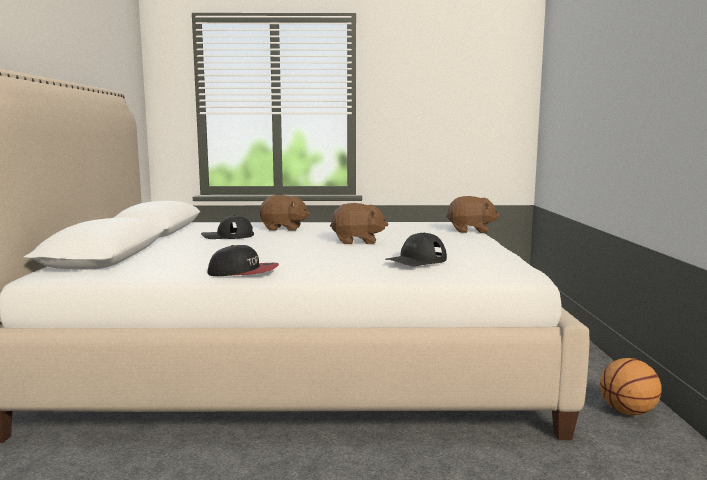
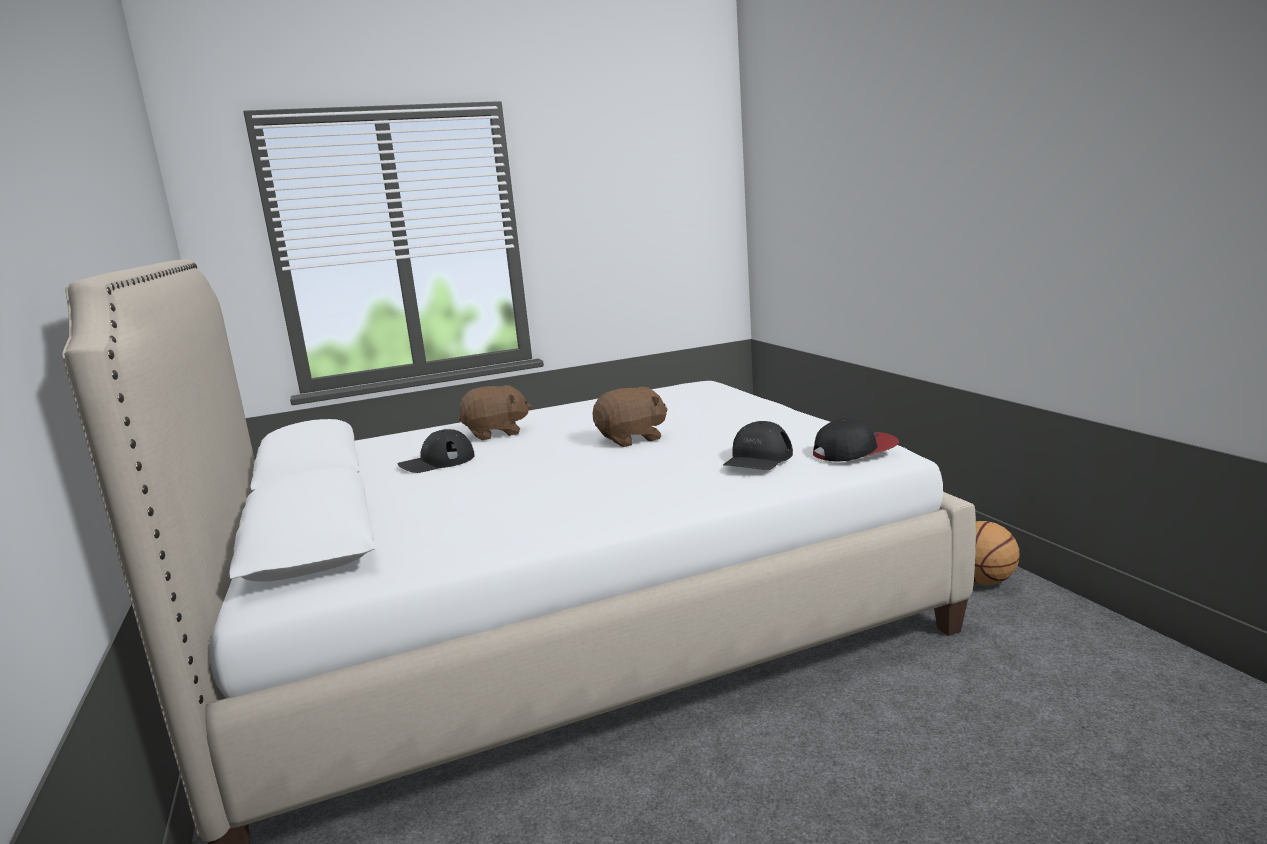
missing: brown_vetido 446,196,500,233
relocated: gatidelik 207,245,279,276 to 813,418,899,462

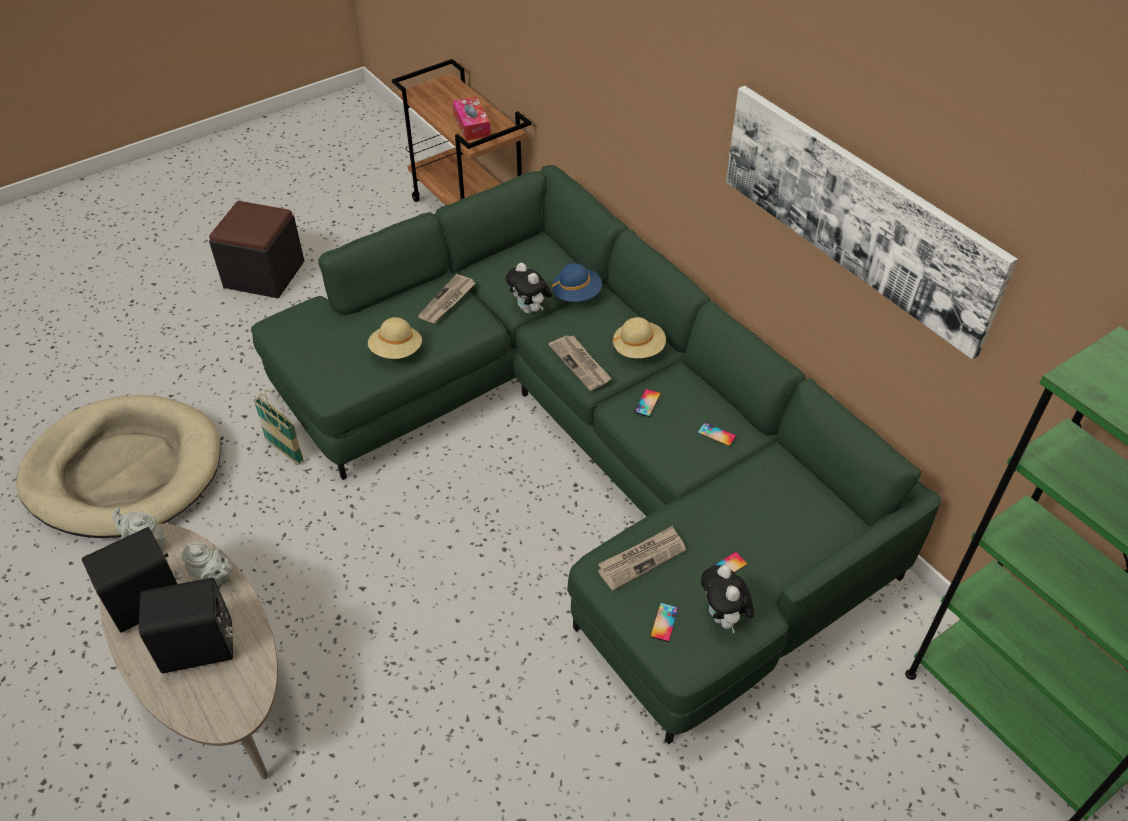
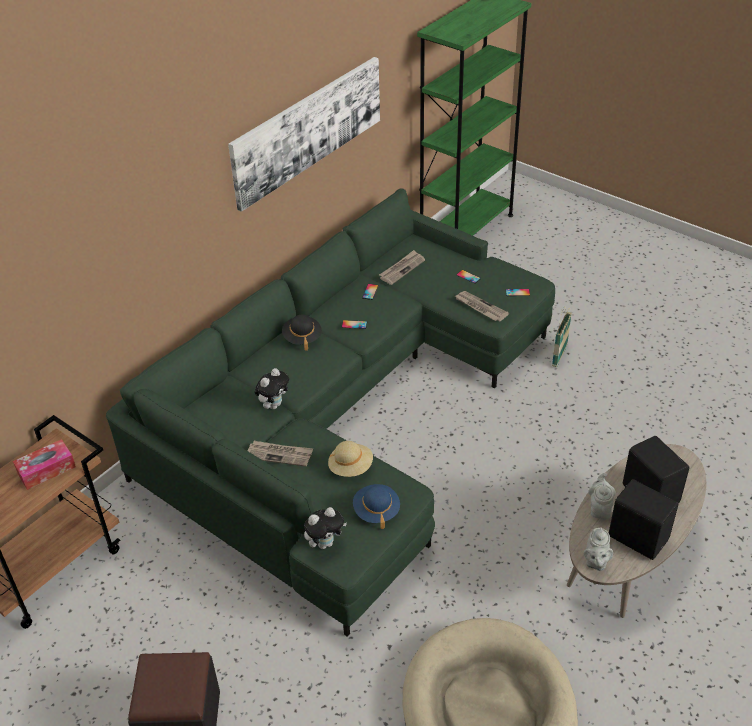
relocated: vetido 701,565,754,633 to 304,507,347,549; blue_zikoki 552,263,602,302 to 353,484,400,529; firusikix 549,335,612,391 to 379,250,425,285; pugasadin 253,390,304,465 to 552,307,572,367
colour: beige_zikoki 612,317,666,358 to black_zikoki 282,315,322,351

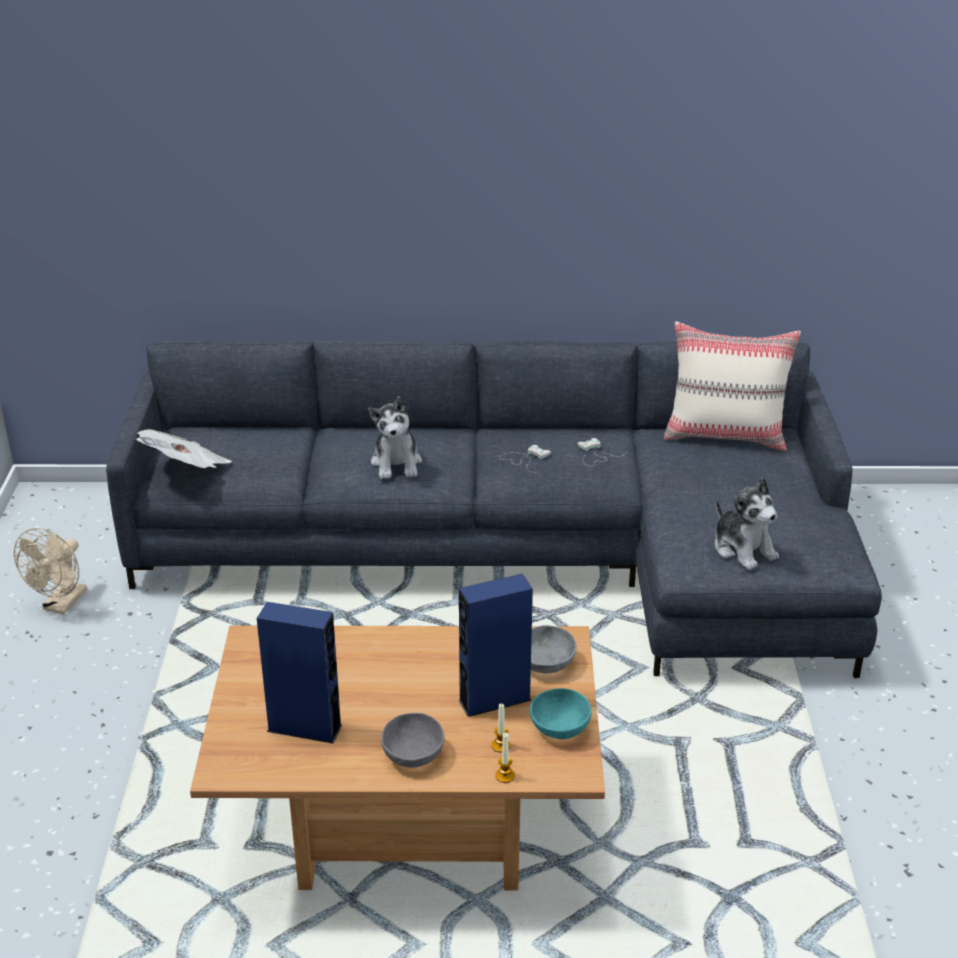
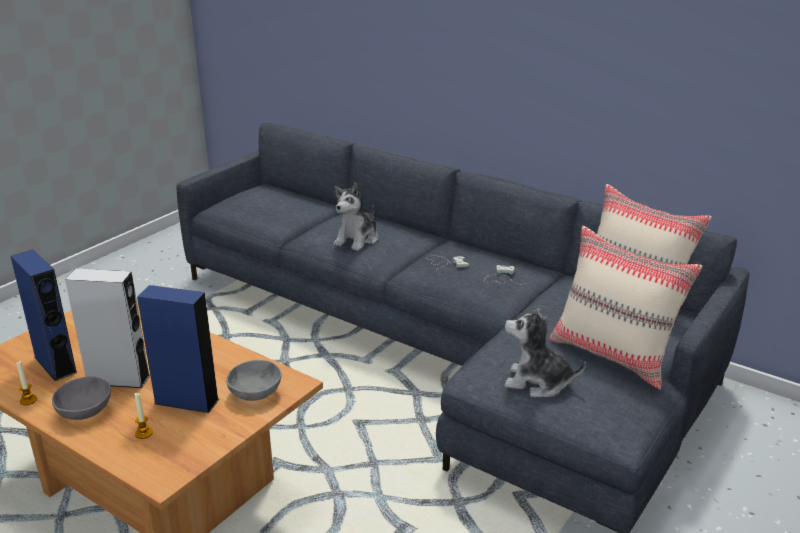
missing: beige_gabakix 14,528,87,614; firusikix 136,429,232,468; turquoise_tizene 530,688,592,739
appeared: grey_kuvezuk 65,269,150,388; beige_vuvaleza 549,226,703,389
relocated: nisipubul 495,733,515,783 to 17,361,37,405
spun: vetido 715,478,779,570 = 504,305,586,398 105 degrees clockwise

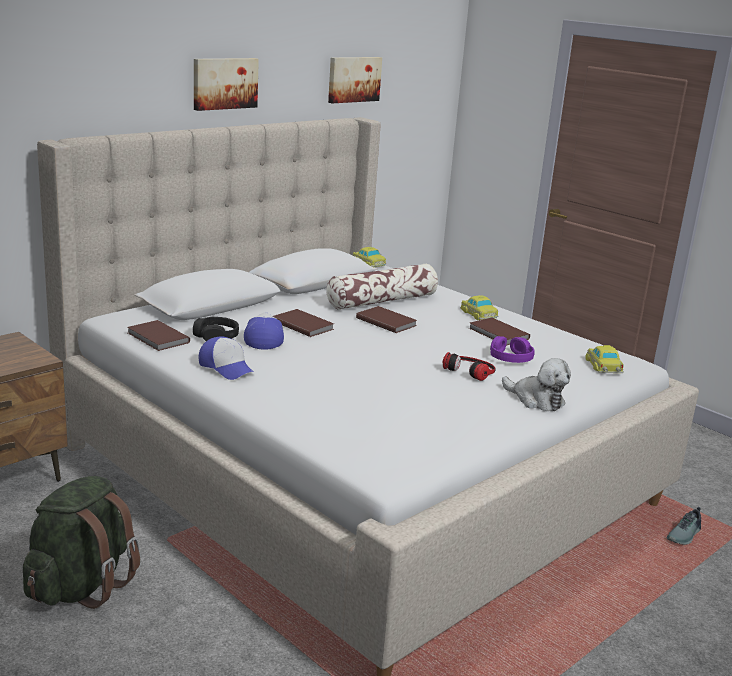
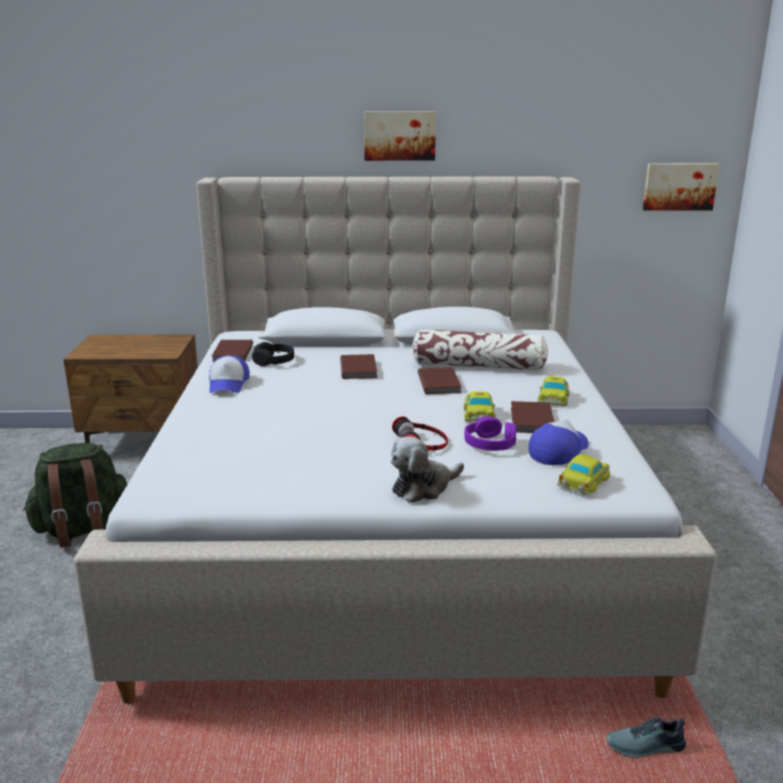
relocated: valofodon 353,247,386,267 to 464,391,496,422; gatidelik 244,312,284,350 to 529,420,589,465; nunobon 328,57,382,103 to 643,163,719,211
spun: vetido 502,358,571,411 = 391,437,464,503 60 degrees clockwise

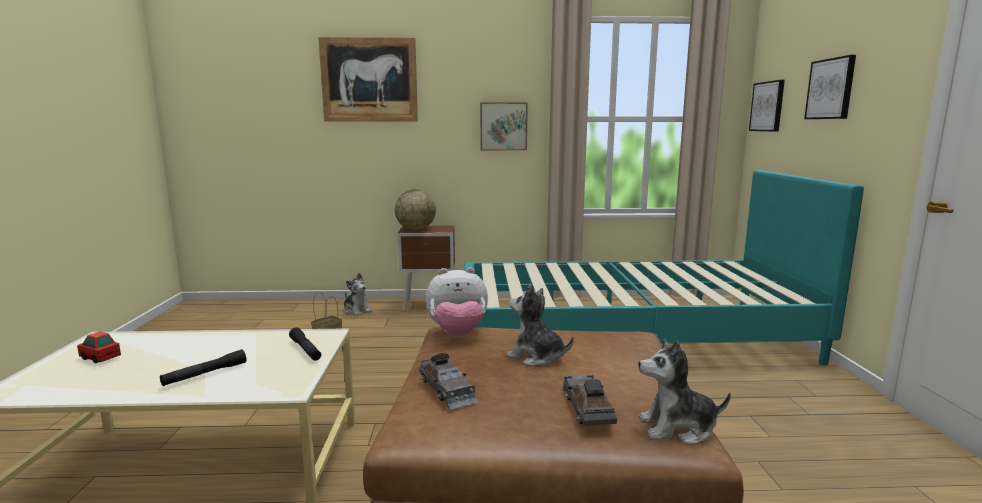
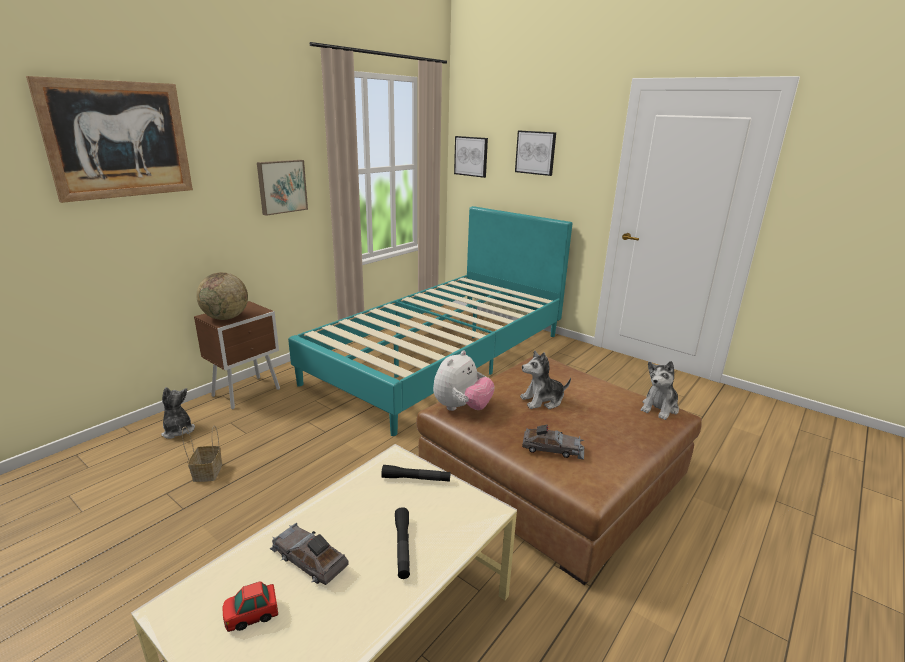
relocated: grey_valofodon 563,375,617,426 to 270,523,349,585
spun: vetido 344,273,372,316 = 161,387,195,439 120 degrees counterclockwise

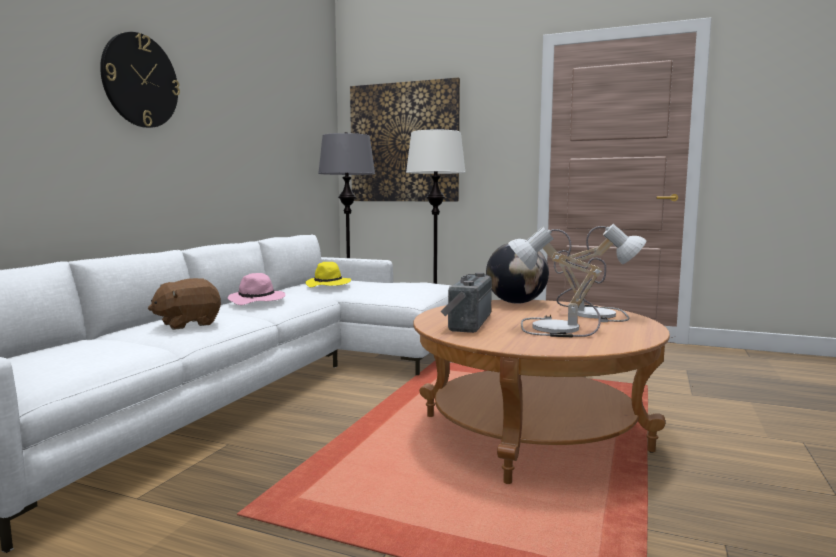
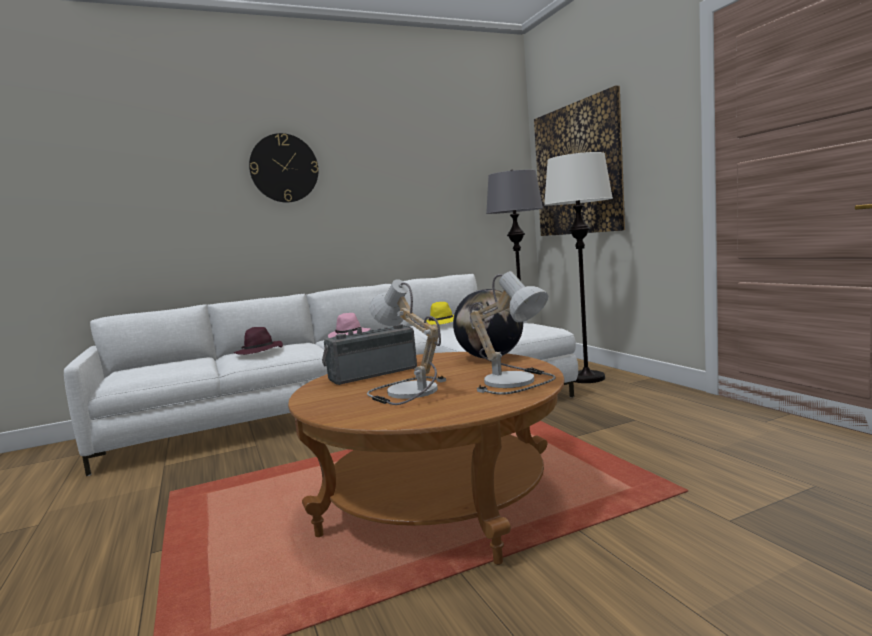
exchanged: brown_vetido 148,278,221,330 to purple_zikoki 234,327,283,355

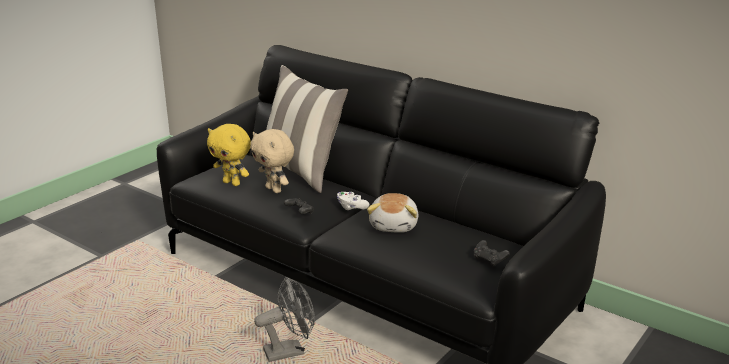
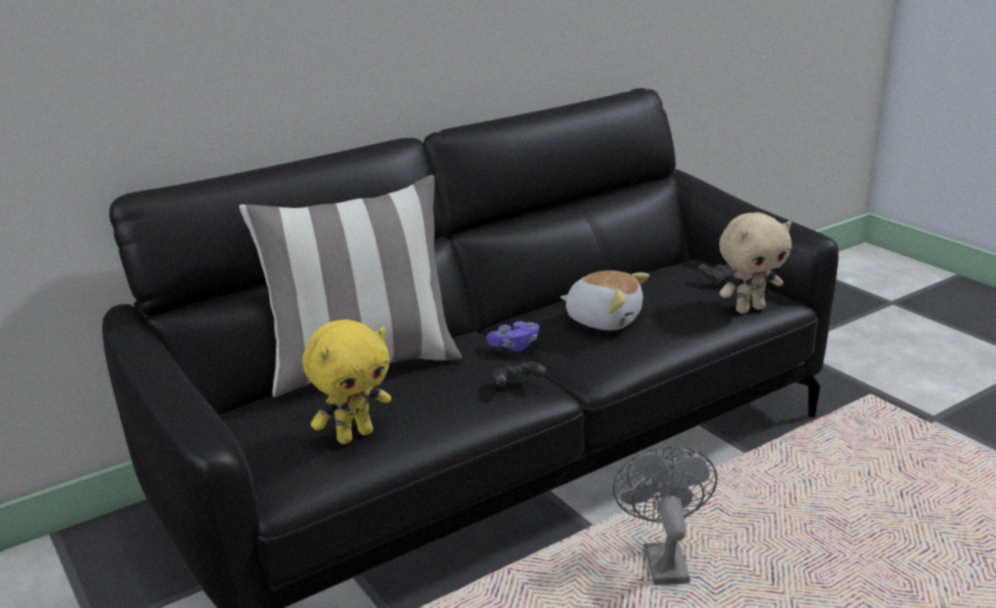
relocated: beige_vetido 250,129,294,193 to 719,213,792,314
colour: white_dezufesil 337,192,369,210 to purple_dezufesil 486,321,539,351

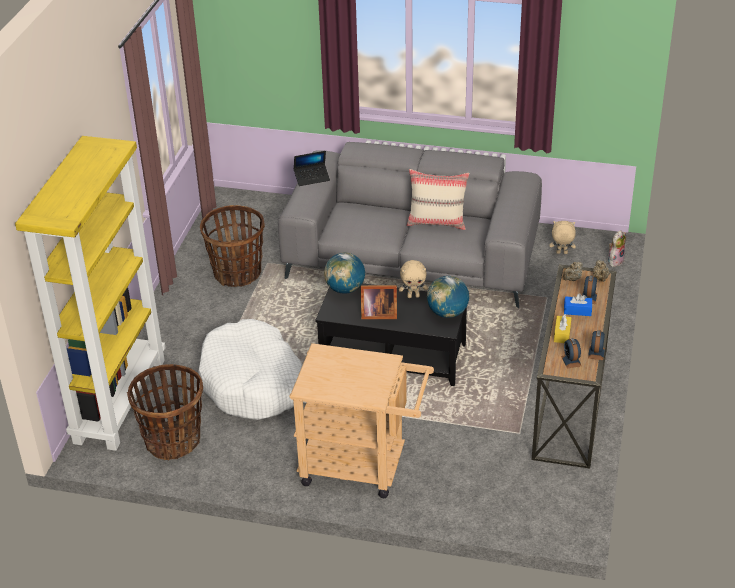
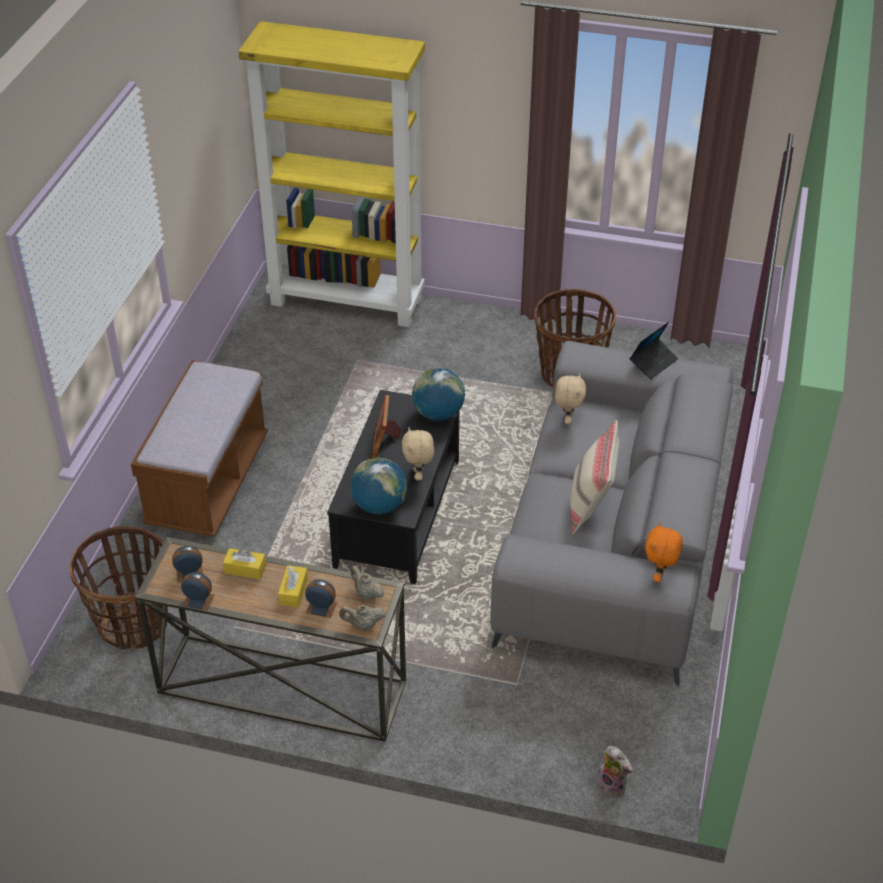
missing: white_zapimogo 198,319,302,420
appeared: orange_vetido 645,522,683,582
relocated: pugasadin 127,364,203,460 to 69,525,168,650; beige_vetido 549,221,576,254 to 555,373,586,425
exchanged: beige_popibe 289,343,434,498 to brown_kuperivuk 131,360,268,537
colour: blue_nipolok 564,293,592,316 to yellow_nipolok 278,565,308,607
spun: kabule 294,151,330,186 = 630,322,678,380 120 degrees counterclockwise

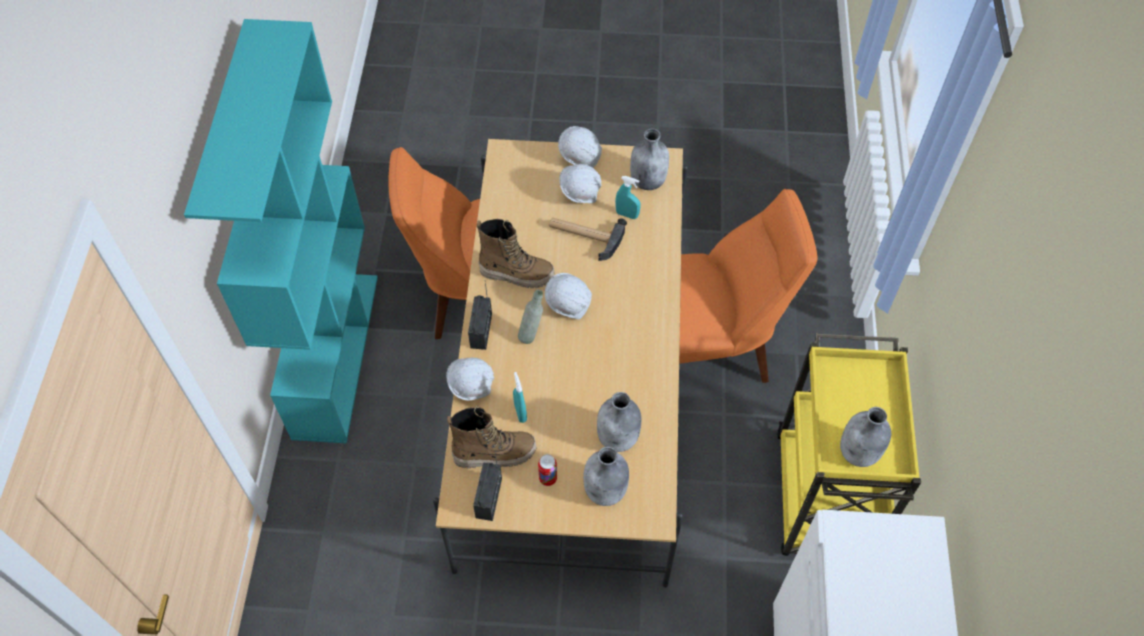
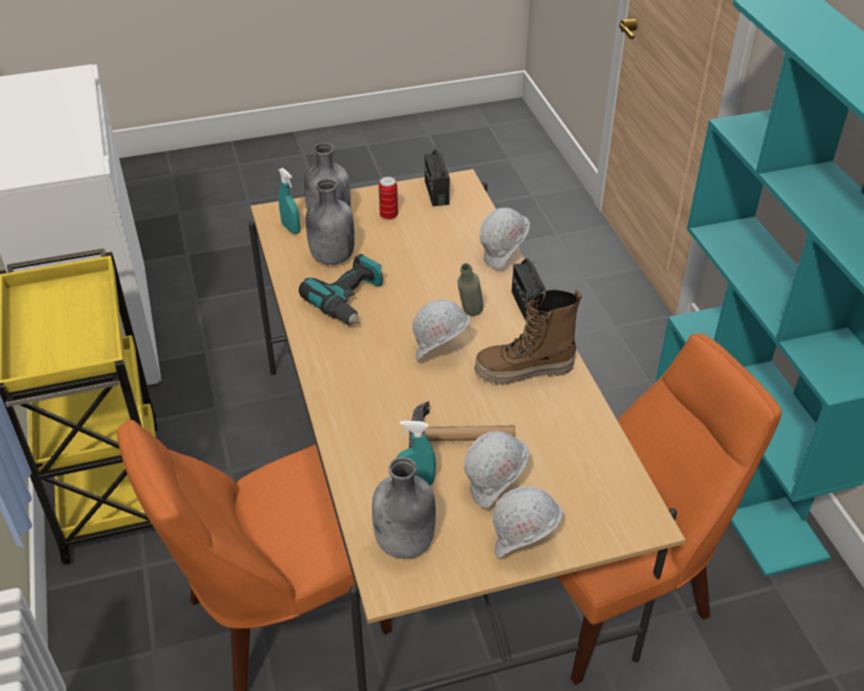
missing: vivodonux 447,406,536,468; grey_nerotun 840,407,891,467
appeared: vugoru 299,254,383,325
relocated: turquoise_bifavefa 513,372,527,423 to 278,168,300,234

